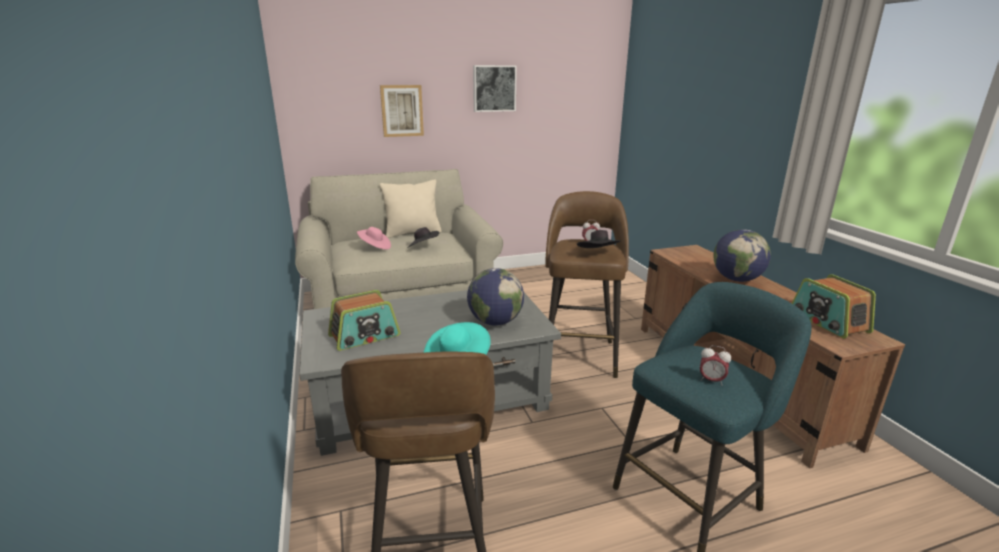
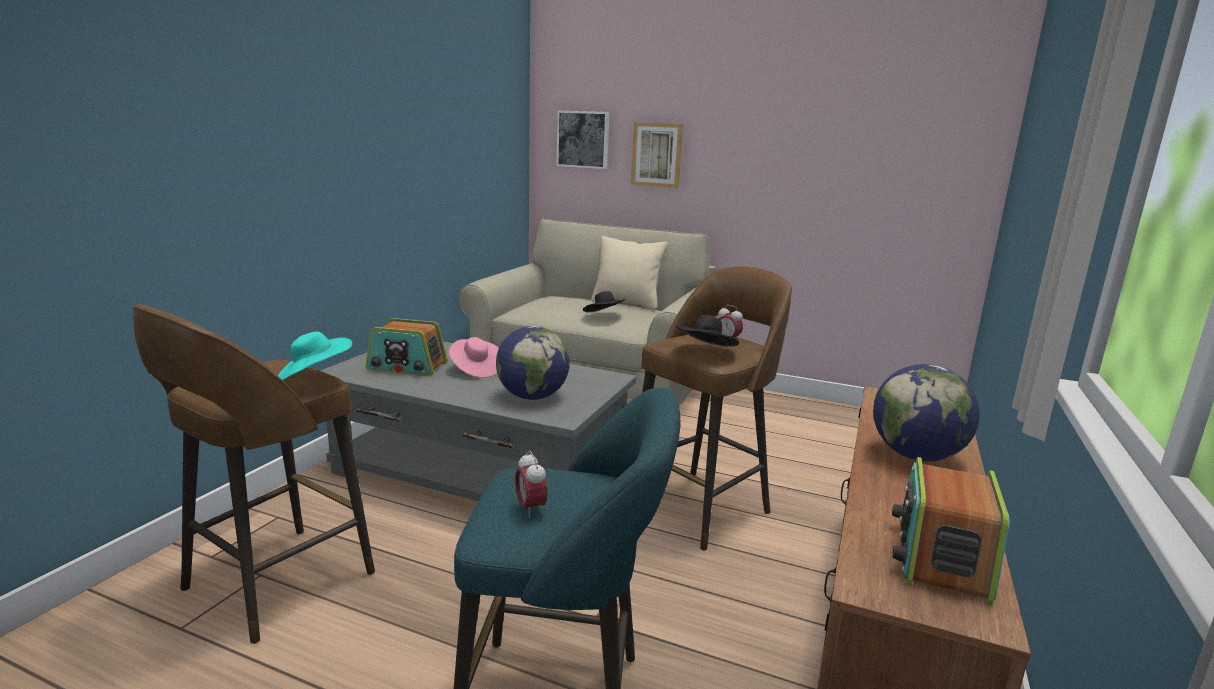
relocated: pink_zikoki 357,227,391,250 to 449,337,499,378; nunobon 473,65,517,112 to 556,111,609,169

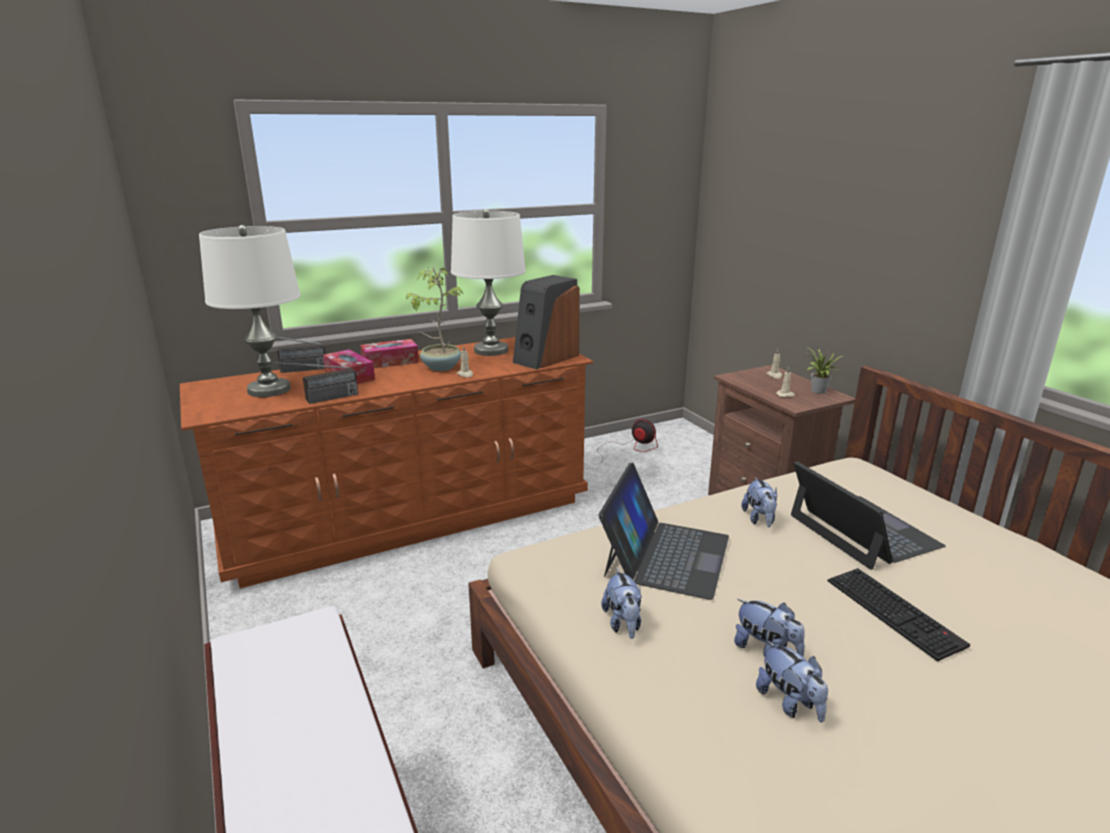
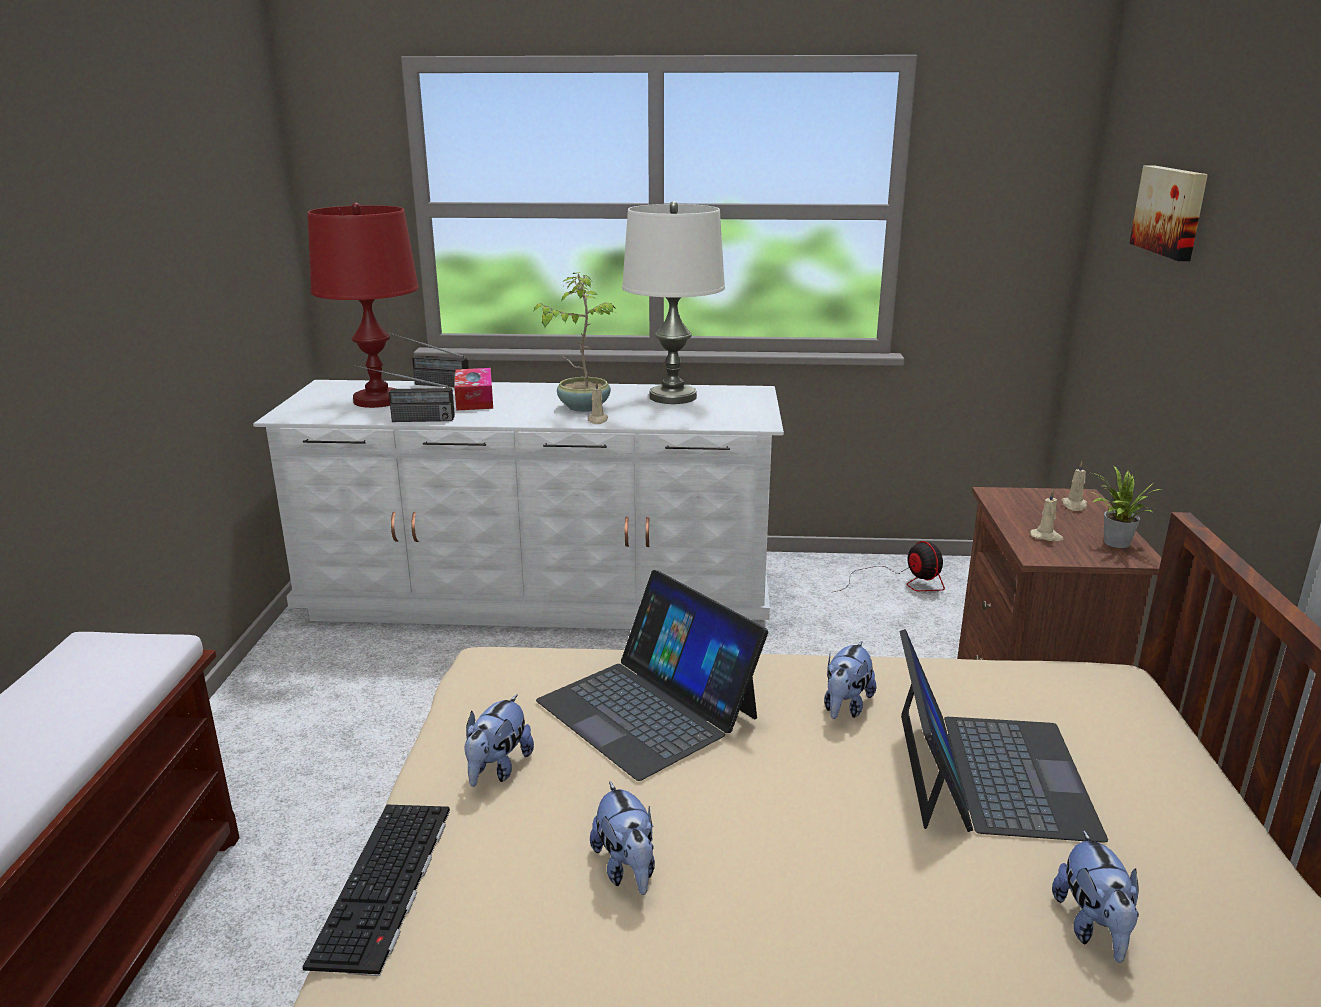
missing: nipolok 361,339,419,368; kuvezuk 513,275,580,369
appeared: nunobon 1130,165,1208,261
relocated: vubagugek 828,568,971,662 to 303,805,450,976; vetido 756,640,828,723 to 1052,830,1139,963
colour: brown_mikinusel 180,337,593,588 to white_mikinusel 253,380,784,629; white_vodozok 199,225,301,397 to red_vodozok 307,203,419,408
spun: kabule 599,463,729,600 = 536,570,768,781 90 degrees clockwise

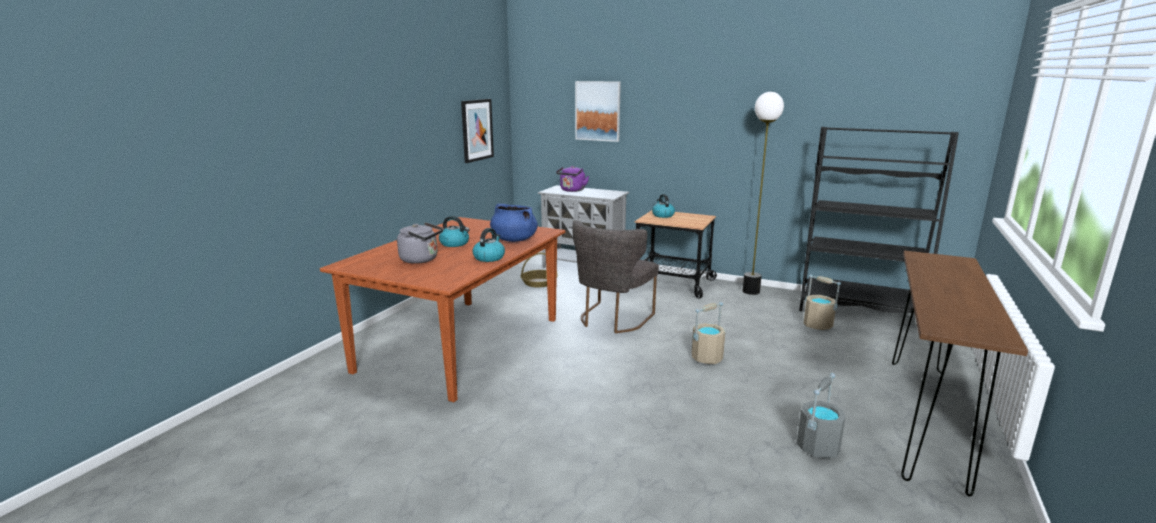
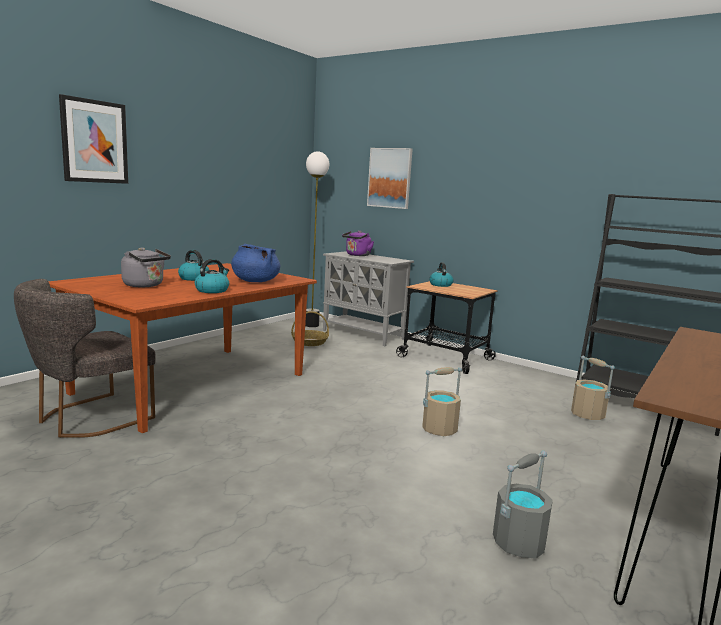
relocated: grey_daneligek 572,220,659,333 to 14,279,156,438; nunobon 461,99,494,163 to 59,94,128,184; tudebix 743,92,784,295 to 305,151,329,327

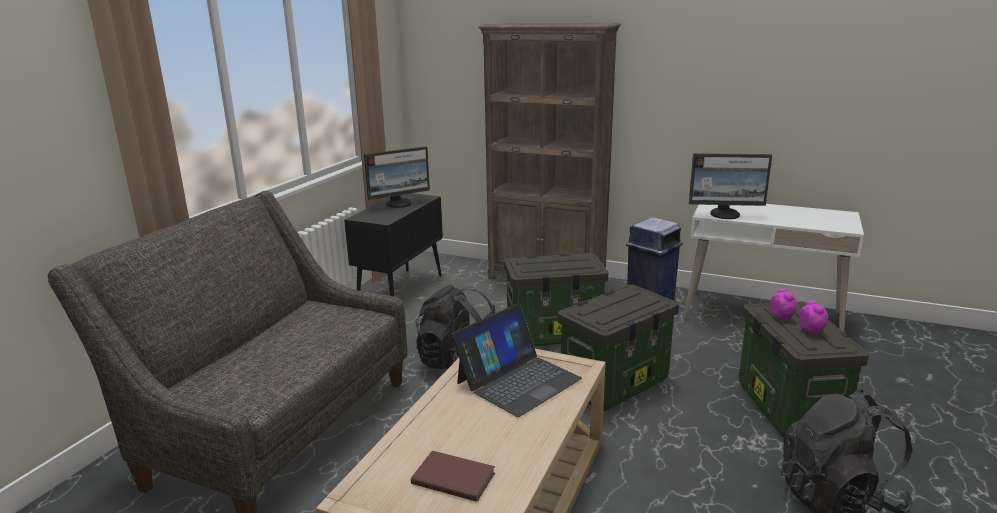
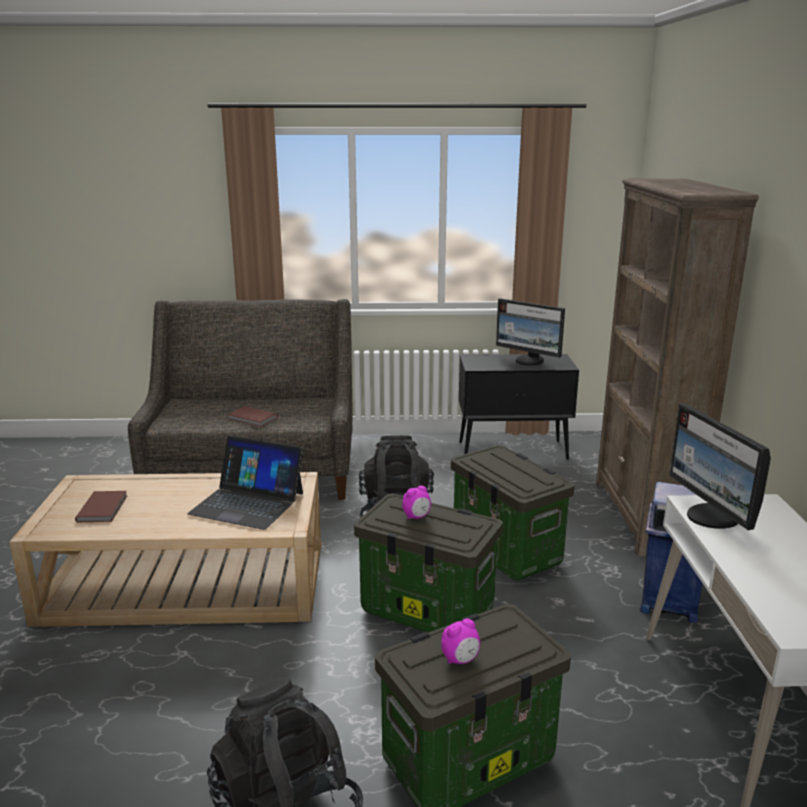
appeared: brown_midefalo 227,406,278,427
relocated: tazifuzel 771,289,797,321 to 402,486,431,519

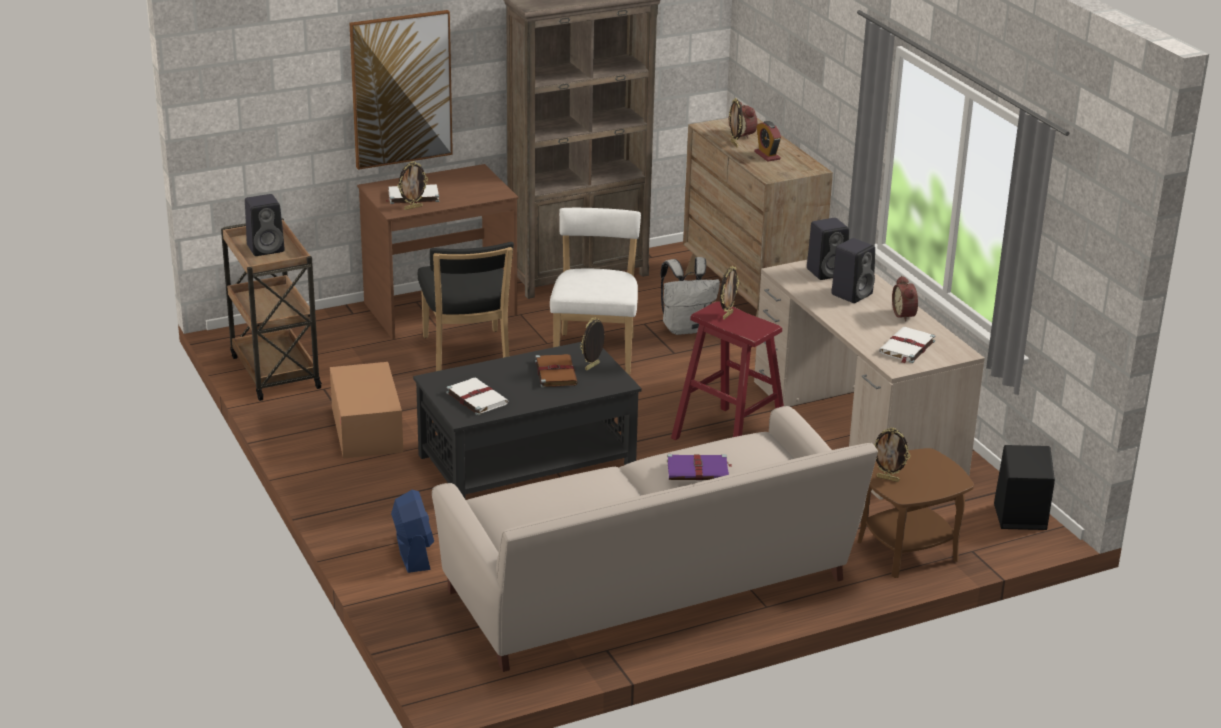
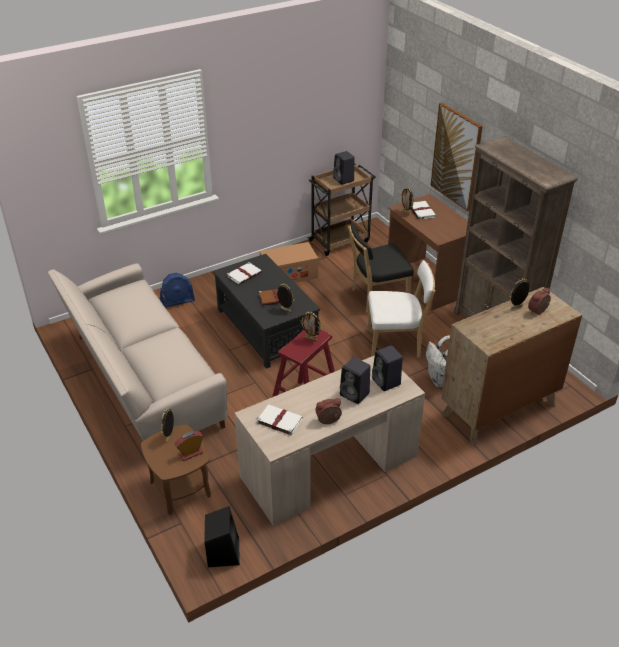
missing: purple_midefalo 667,454,732,480
relocated: tazifuzel 754,121,781,162 to 175,431,203,461

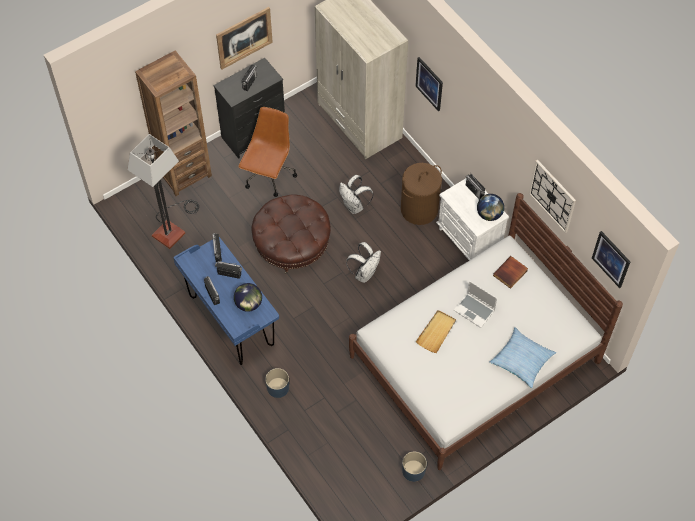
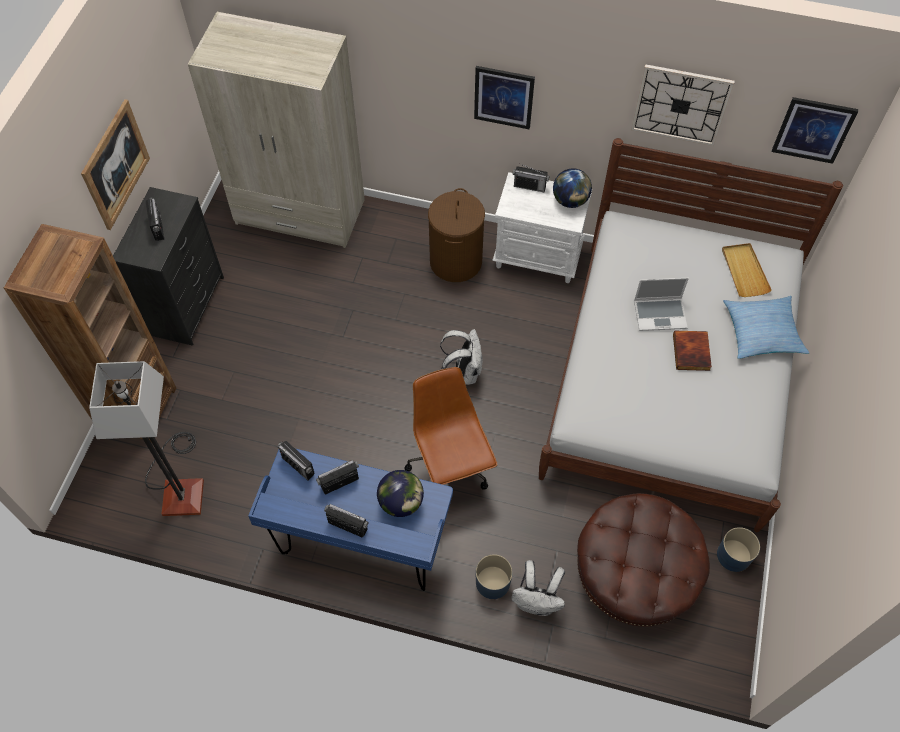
relocated: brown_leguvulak 238,107,297,197 to 404,367,497,489; nunobon 416,57,443,111 to 474,66,535,129; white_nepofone 339,175,374,214 to 511,560,565,616; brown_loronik 252,194,331,274 to 577,493,710,627; midefalo 493,256,528,289 to 673,331,712,371; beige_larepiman 416,310,456,353 to 722,243,772,297

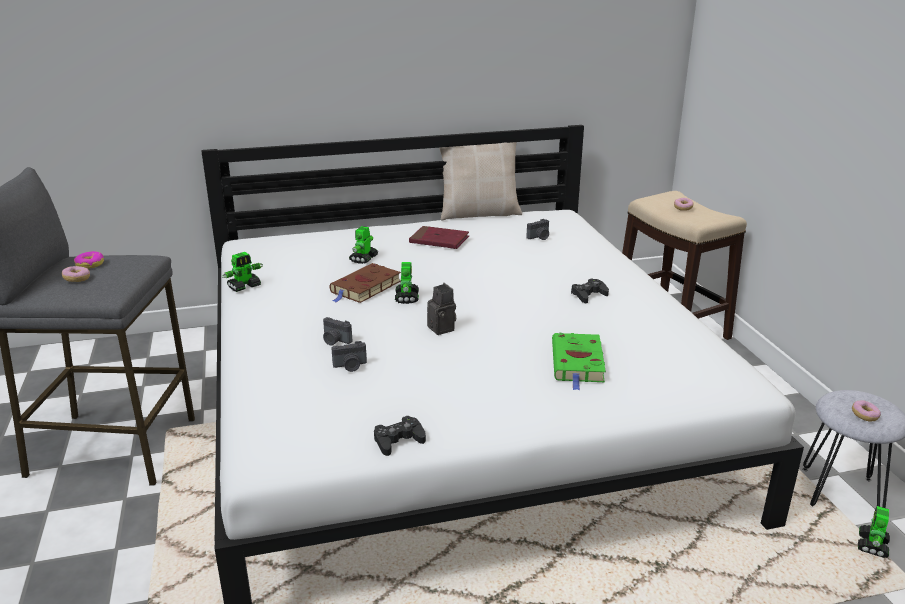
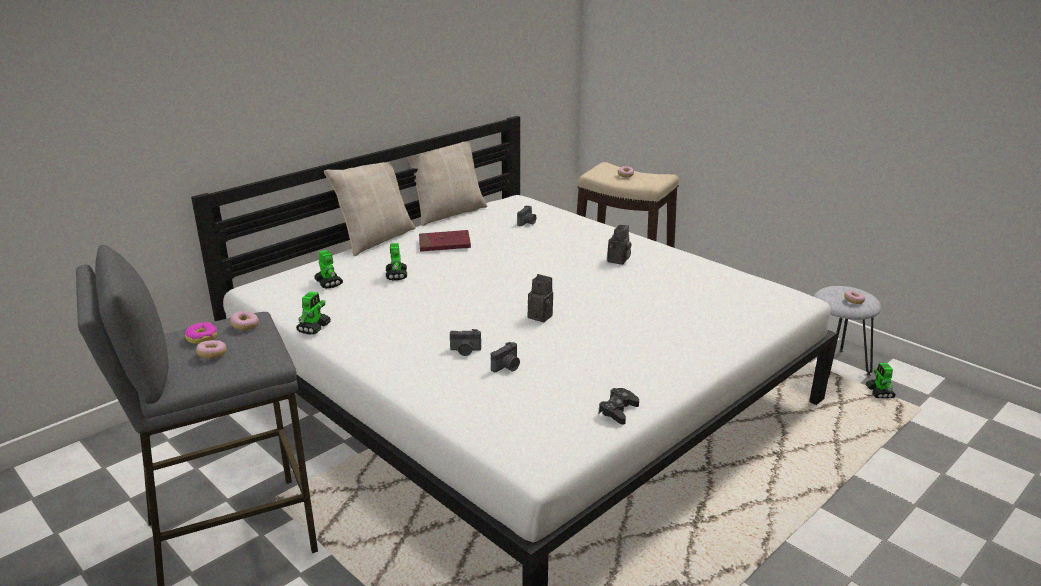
missing: brown_midefalo 330,263,401,303; green_midefalo 552,333,606,391
appeared: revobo 230,311,259,330; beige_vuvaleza 324,161,415,256
relocated: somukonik 395,262,419,304 to 314,250,343,289
exchanged: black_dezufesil 571,278,609,304 to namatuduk 607,225,631,265

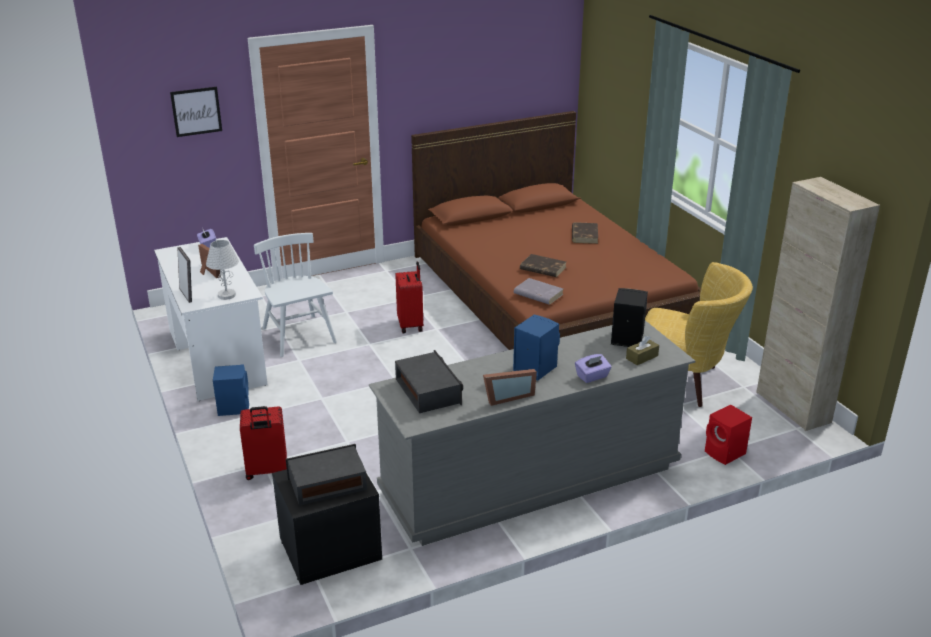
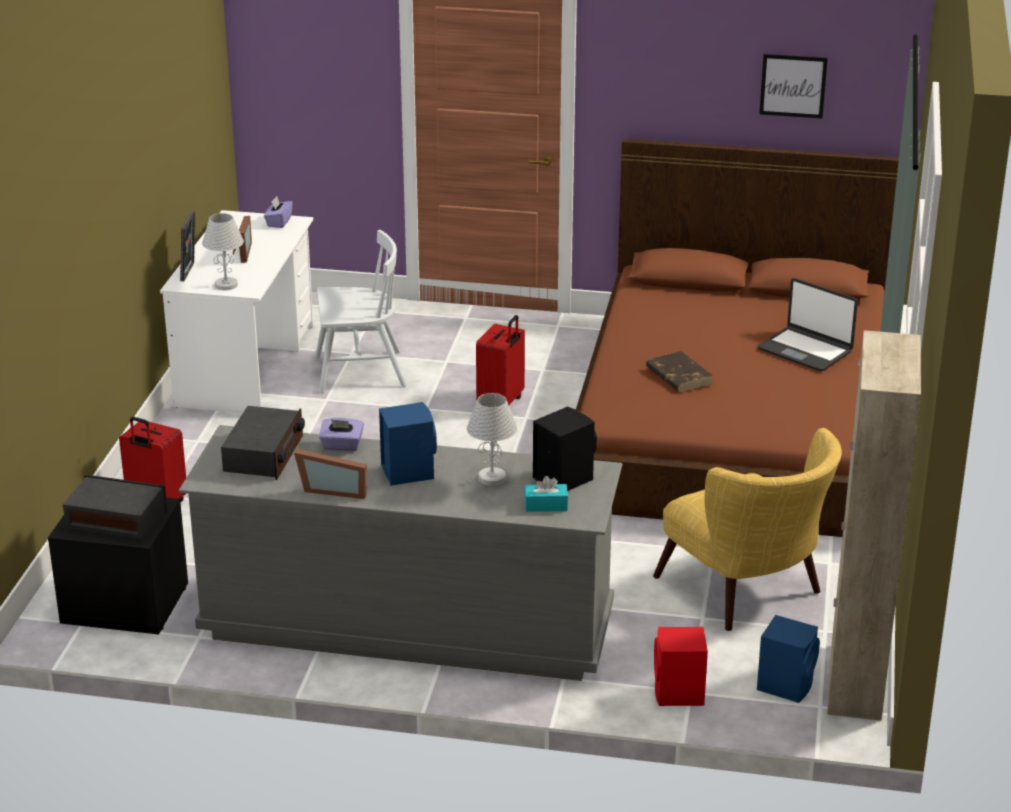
missing: grey_midefalo 514,278,564,305
appeared: white_vodozok 467,393,517,486
relocated: purple_nipolok 575,354,612,383 to 319,418,364,451; blue_kuvezuk 213,364,249,416 to 757,615,820,703; nunobon 170,87,222,137 to 759,54,828,118
exchanged: brown_midefalo 572,222,598,244 to kabule 758,278,858,371
colour: brown_nipolok 626,336,659,365 to turquoise_nipolok 524,476,568,512
spun: white_daneligek 254,233,337,357 = 316,230,407,393 75 degrees clockwise

